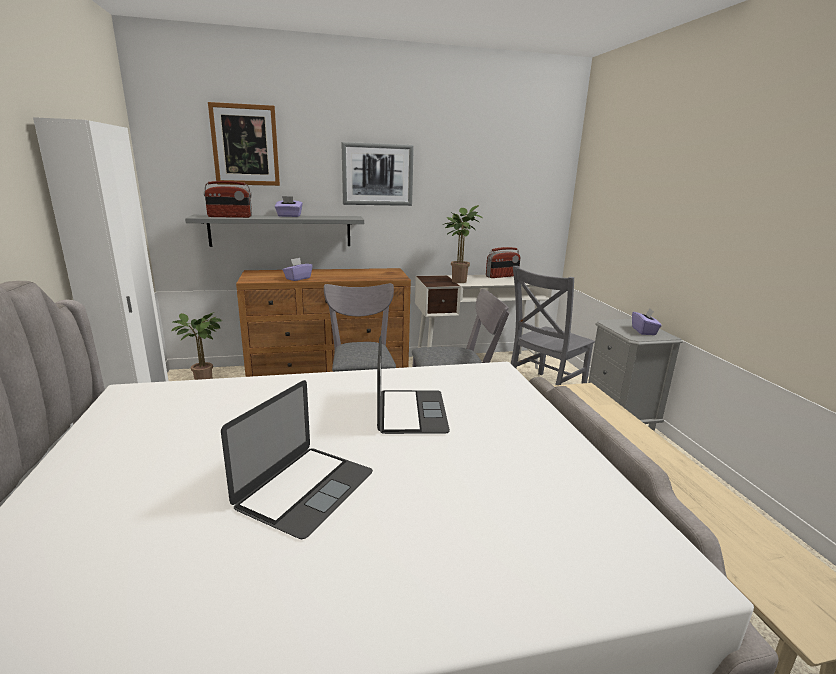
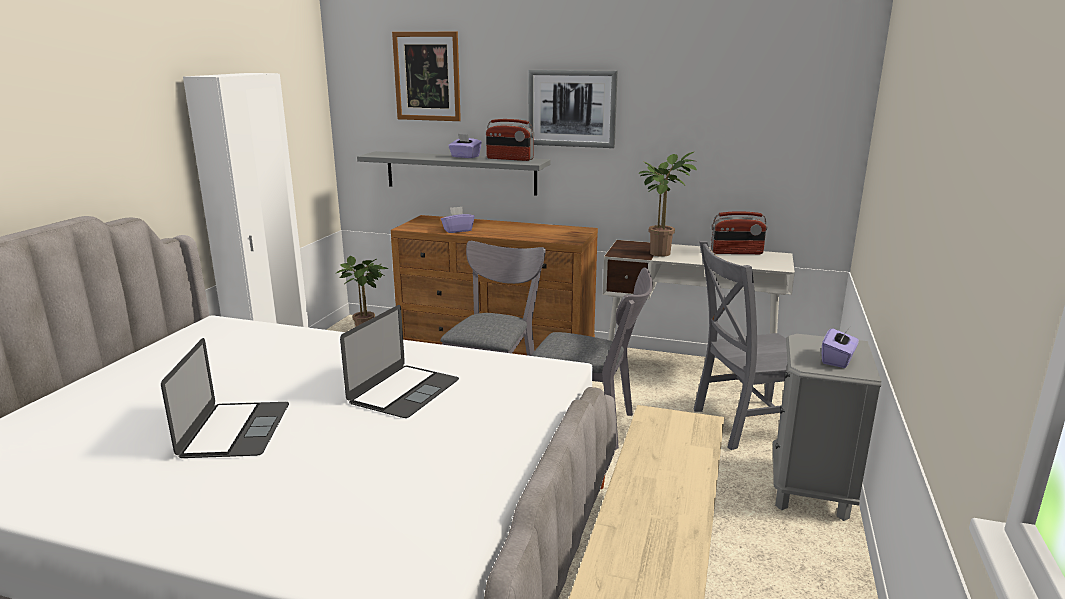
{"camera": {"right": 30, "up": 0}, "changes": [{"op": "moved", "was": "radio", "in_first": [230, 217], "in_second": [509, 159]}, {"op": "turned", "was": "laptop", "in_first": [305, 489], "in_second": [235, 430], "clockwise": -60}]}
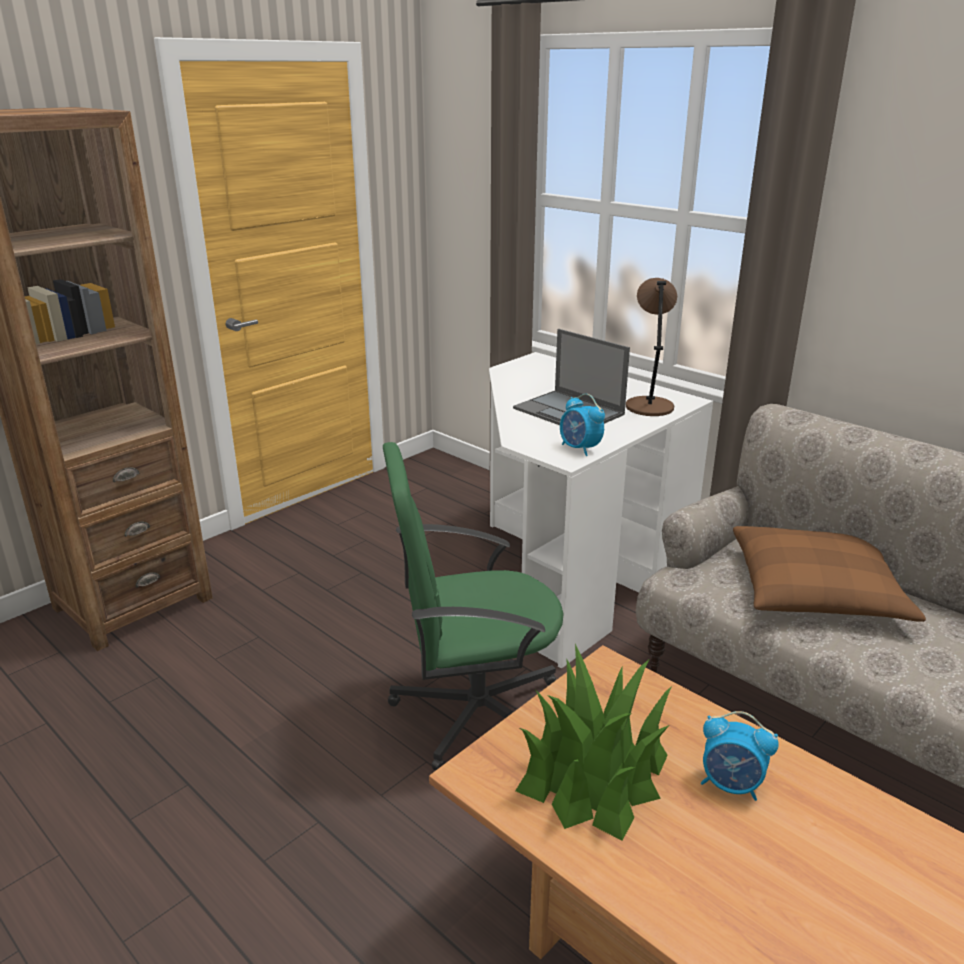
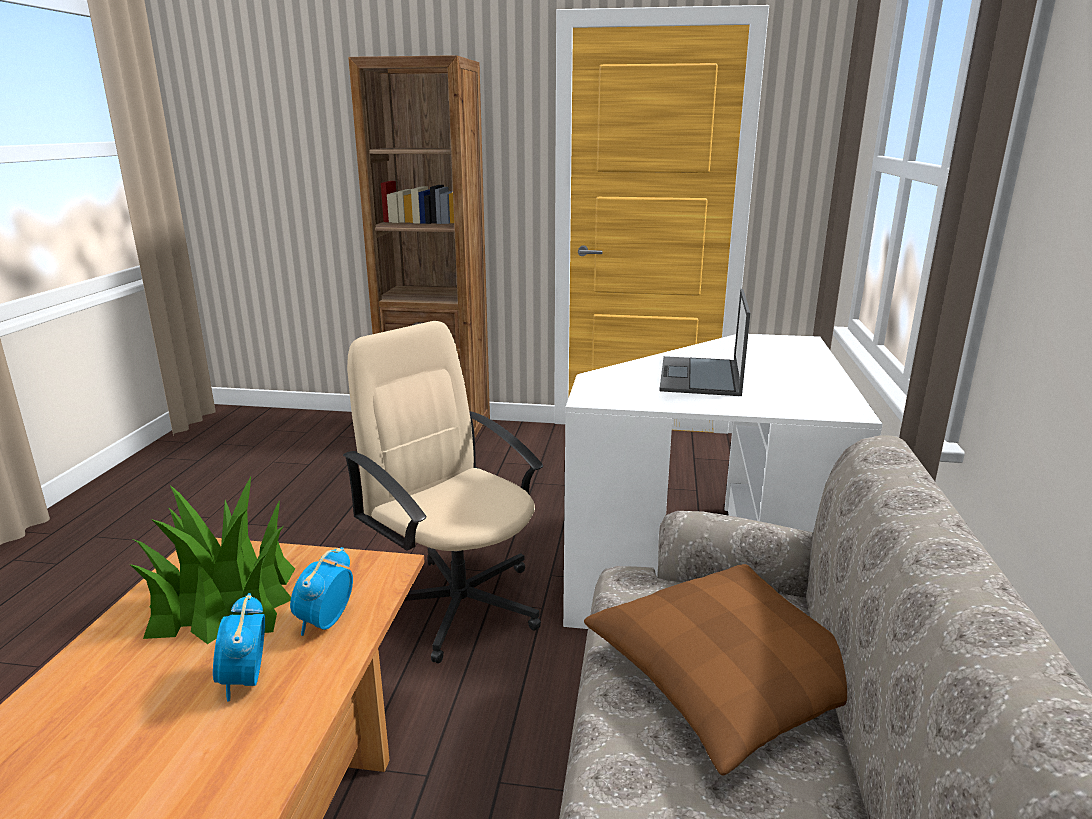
{"camera": {"right": 55, "up": -5}, "changes": [{"op": "recoloured", "was": "green office chair", "now": "beige office chair", "in_first": [474, 711], "in_second": [459, 603]}, {"op": "moved", "was": "alarm clock", "in_first": [580, 449], "in_second": [325, 622]}, {"op": "removed", "was": "brown table lamp", "in_first": [649, 406]}]}
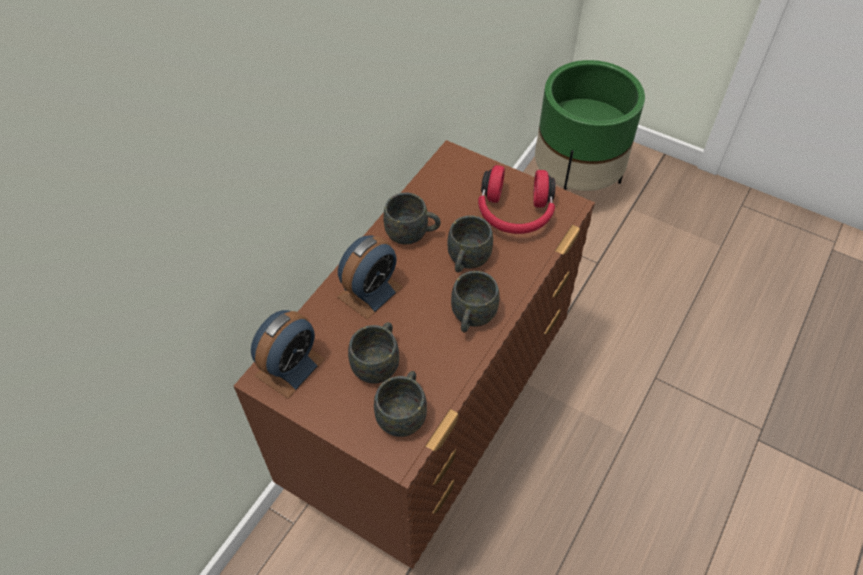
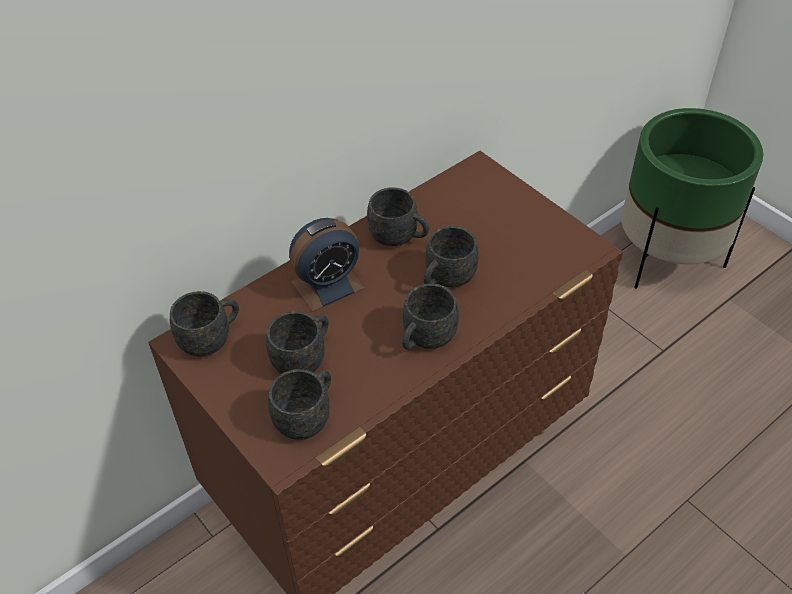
{"camera": {"right": 20, "up": -5}, "changes": [{"op": "replaced", "was": "alarm clock", "now": "grey mug", "in_first": [290, 367], "in_second": [211, 338]}, {"op": "removed", "was": "red headphones", "in_first": [515, 214]}]}
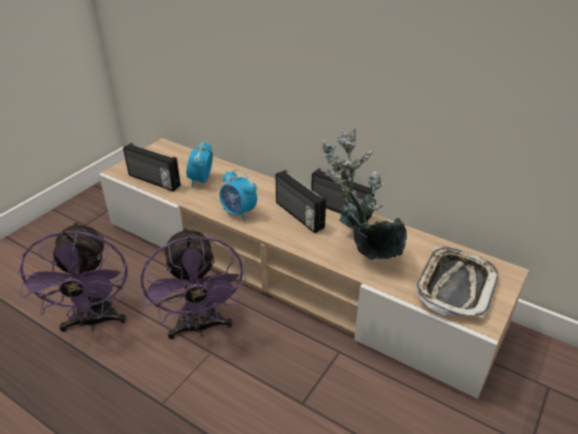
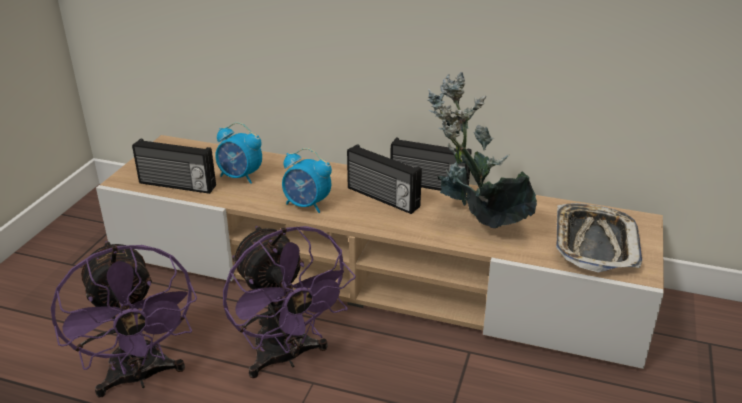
{"camera": {"right": -15, "up": -5}, "changes": [{"op": "turned", "was": "alarm clock", "in_first": [201, 181], "in_second": [240, 177], "clockwise": -60}]}
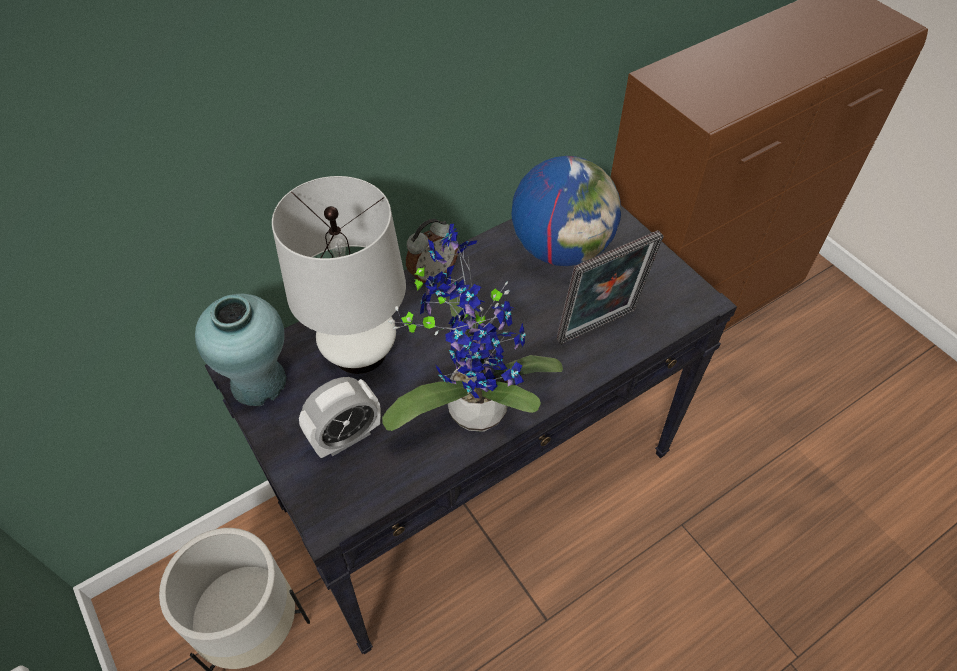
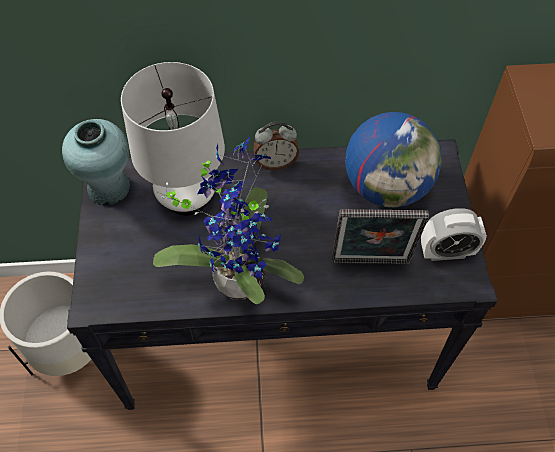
{"camera": {"right": 30, "up": 5}, "changes": [{"op": "moved", "was": "alarm clock", "in_first": [346, 437], "in_second": [446, 252]}]}
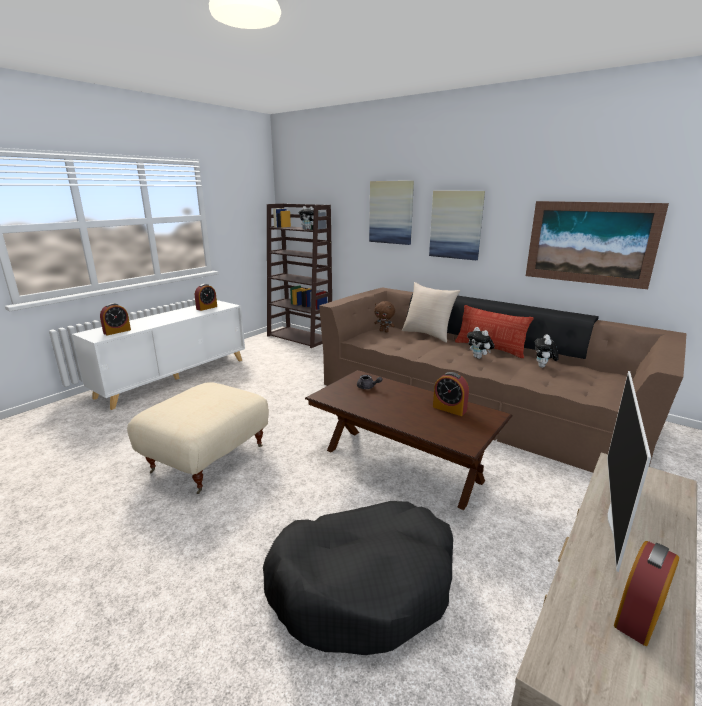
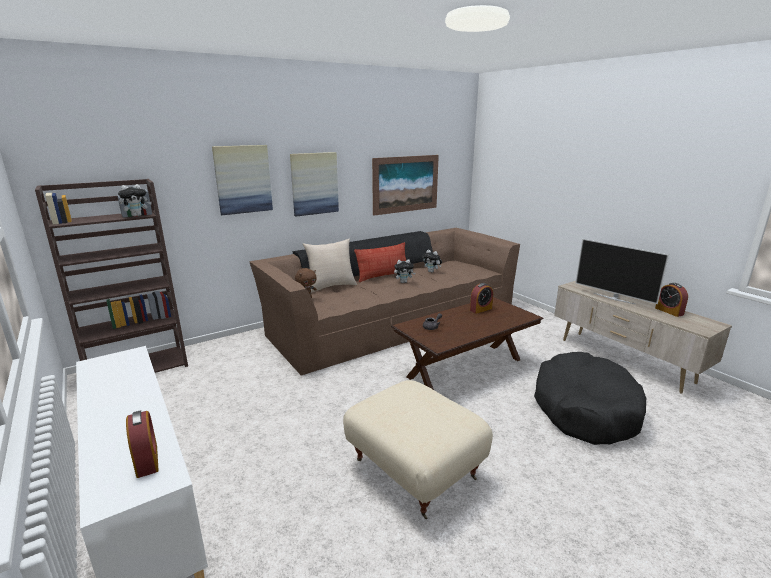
{"camera": {"right": -70, "up": 0}, "changes": [{"op": "removed", "was": "alarm clock", "in_first": [207, 308]}]}
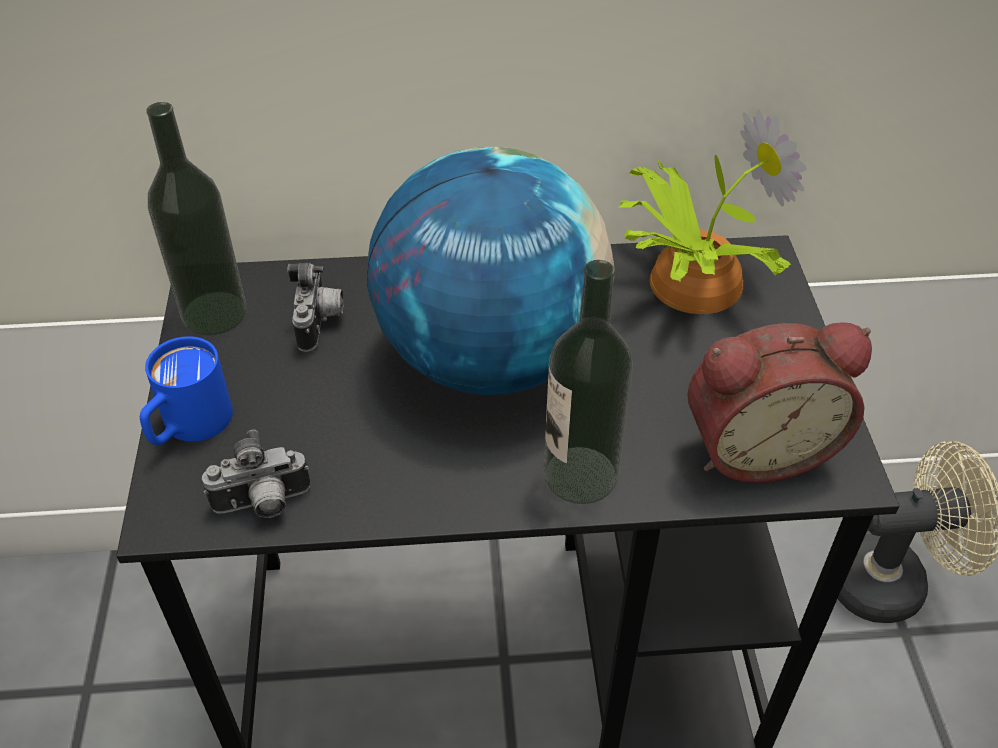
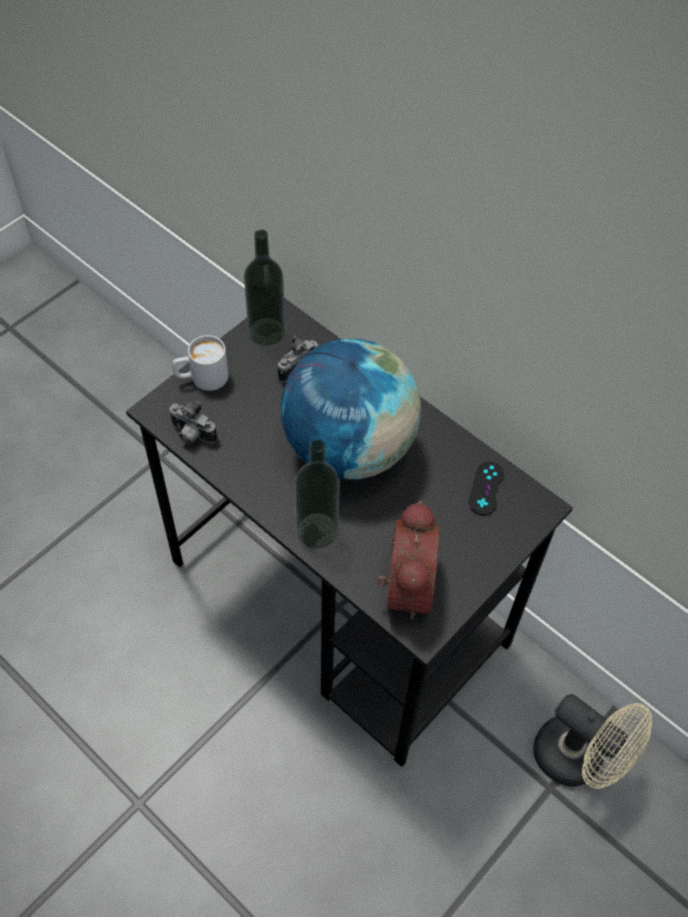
{"camera": {"right": 45, "up": 10}, "changes": [{"op": "recoloured", "was": "blue mug", "now": "white mug", "in_first": [188, 427], "in_second": [201, 378]}, {"op": "replaced", "was": "potted plant", "now": "black game controller", "in_first": [689, 281], "in_second": [486, 488]}, {"op": "turned", "was": "alarm clock", "in_first": [756, 447], "in_second": [403, 585], "clockwise": -120}]}
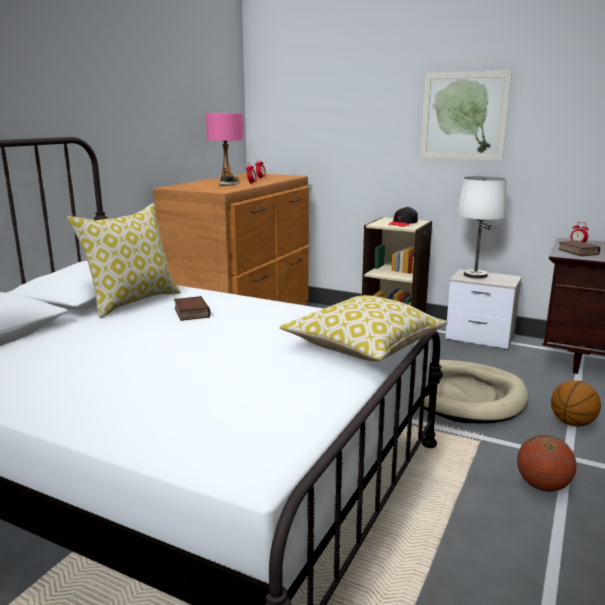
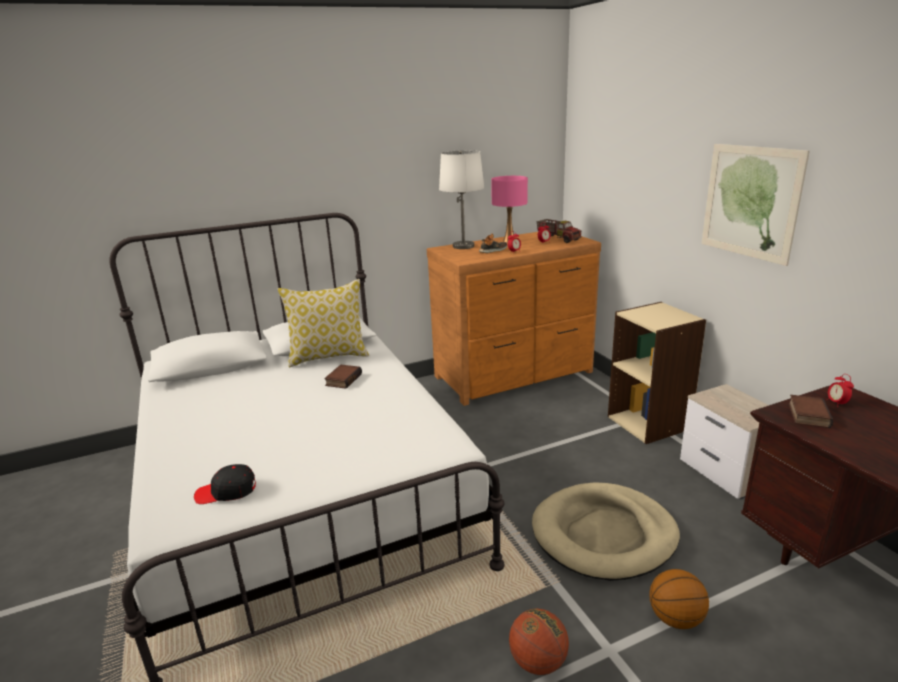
{"camera": {"right": 40, "up": 5}, "changes": [{"op": "removed", "was": "pillow", "in_first": [363, 346]}, {"op": "moved", "was": "black cap", "in_first": [403, 223], "in_second": [226, 492]}, {"op": "moved", "was": "white table lamp", "in_first": [475, 275], "in_second": [463, 246]}, {"op": "added", "now": "toy truck", "in_second": [558, 239]}]}
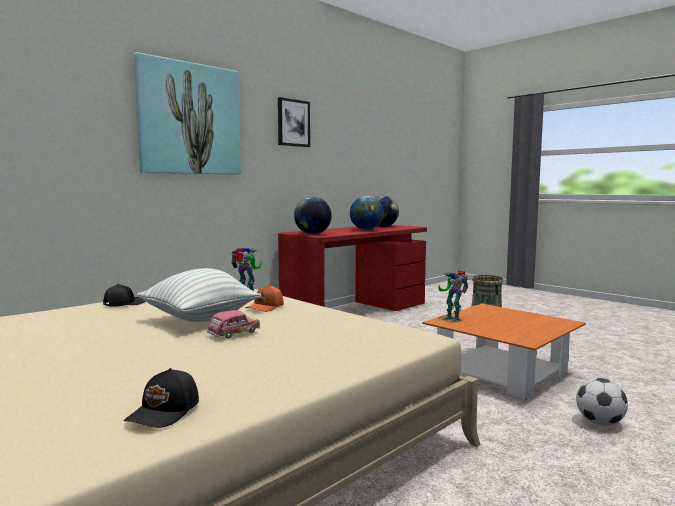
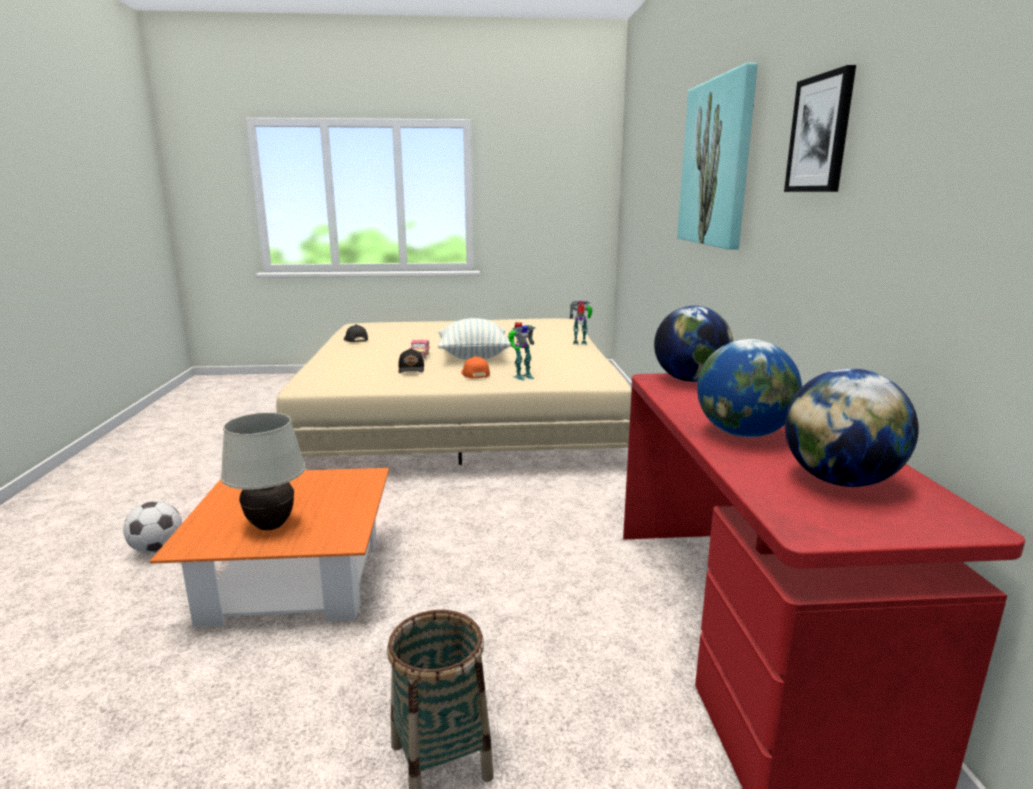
{"camera": {"right": 130, "up": 10}, "changes": [{"op": "moved", "was": "black cap", "in_first": [124, 303], "in_second": [412, 369]}, {"op": "moved", "was": "toy robot", "in_first": [452, 319], "in_second": [580, 343]}, {"op": "added", "now": "white table lamp", "in_second": [271, 526]}]}
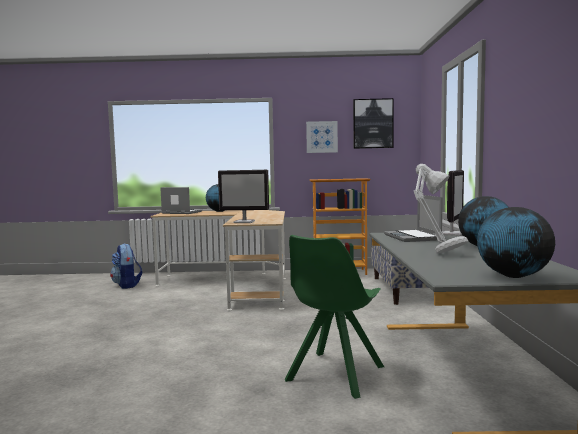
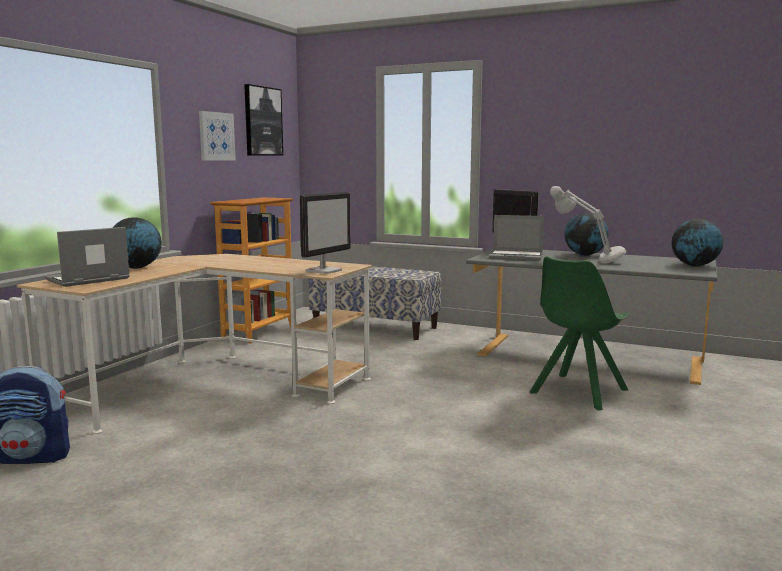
{"camera": {"right": -65, "up": 5}, "changes": [{"op": "turned", "was": "green chair", "in_first": [334, 375], "in_second": [577, 392], "clockwise": 75}]}
